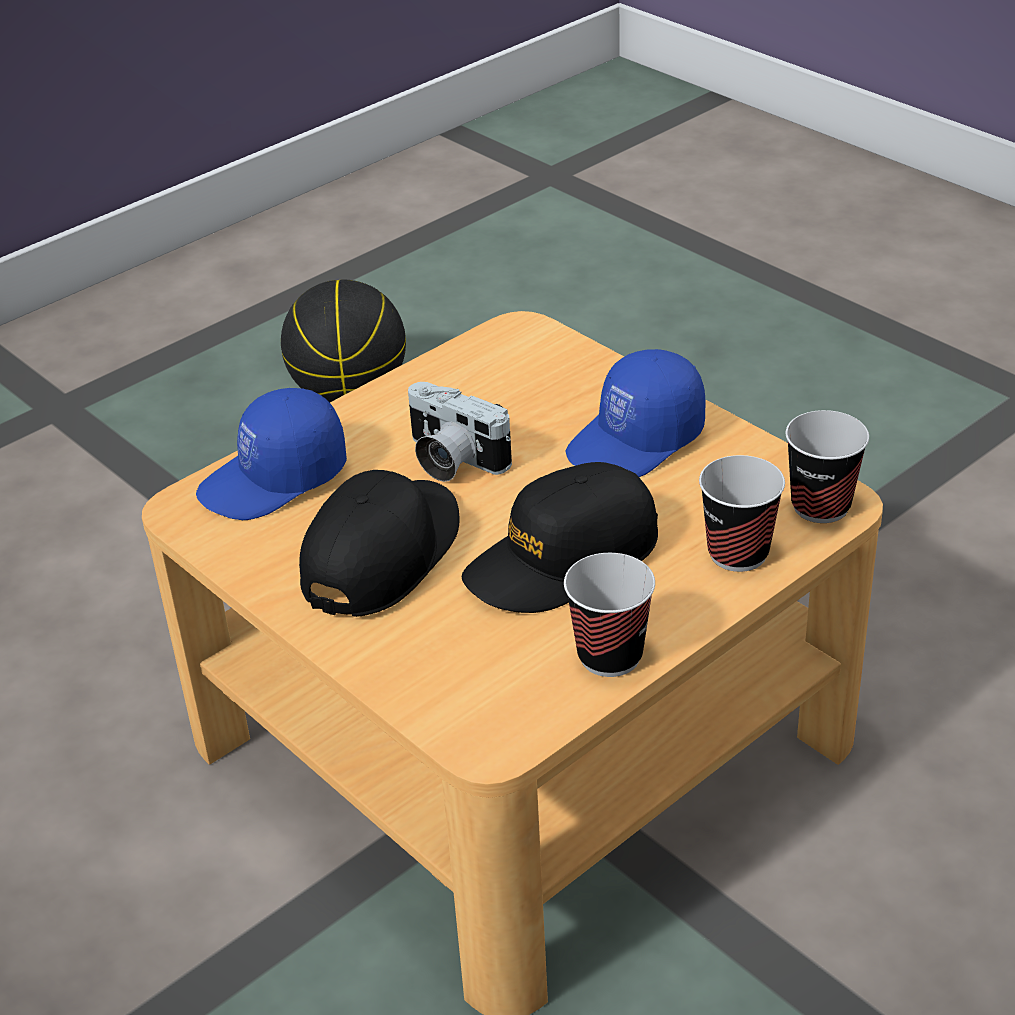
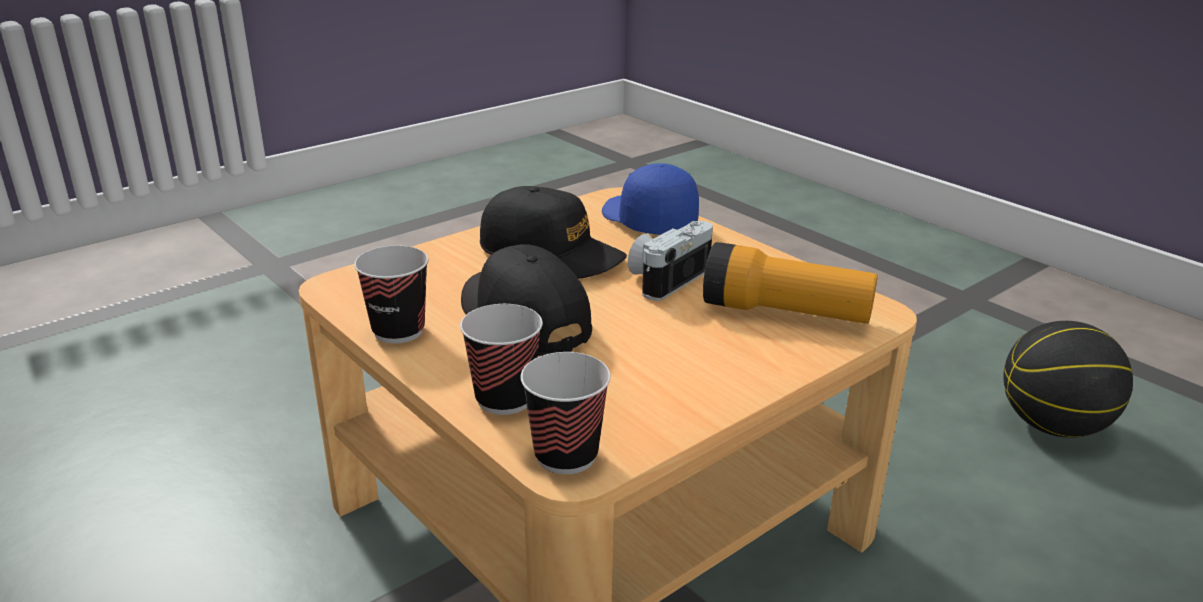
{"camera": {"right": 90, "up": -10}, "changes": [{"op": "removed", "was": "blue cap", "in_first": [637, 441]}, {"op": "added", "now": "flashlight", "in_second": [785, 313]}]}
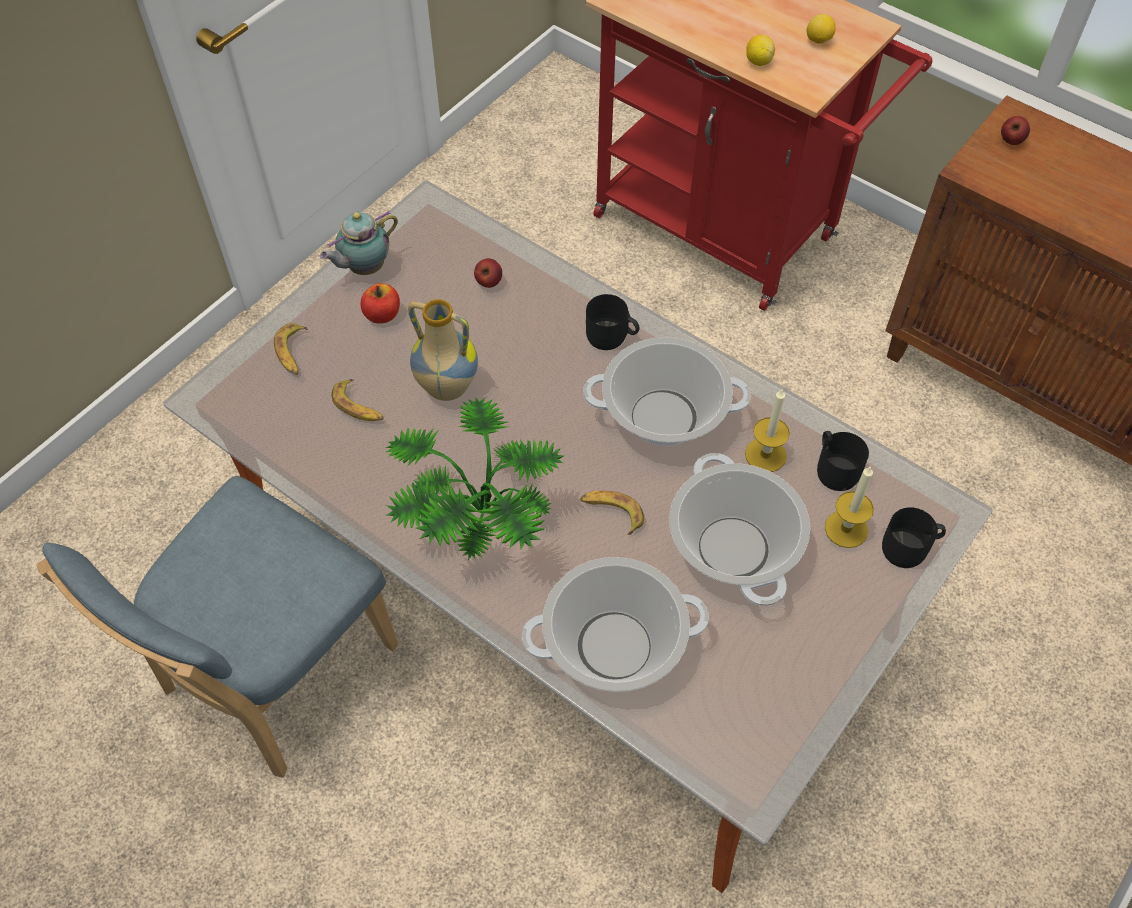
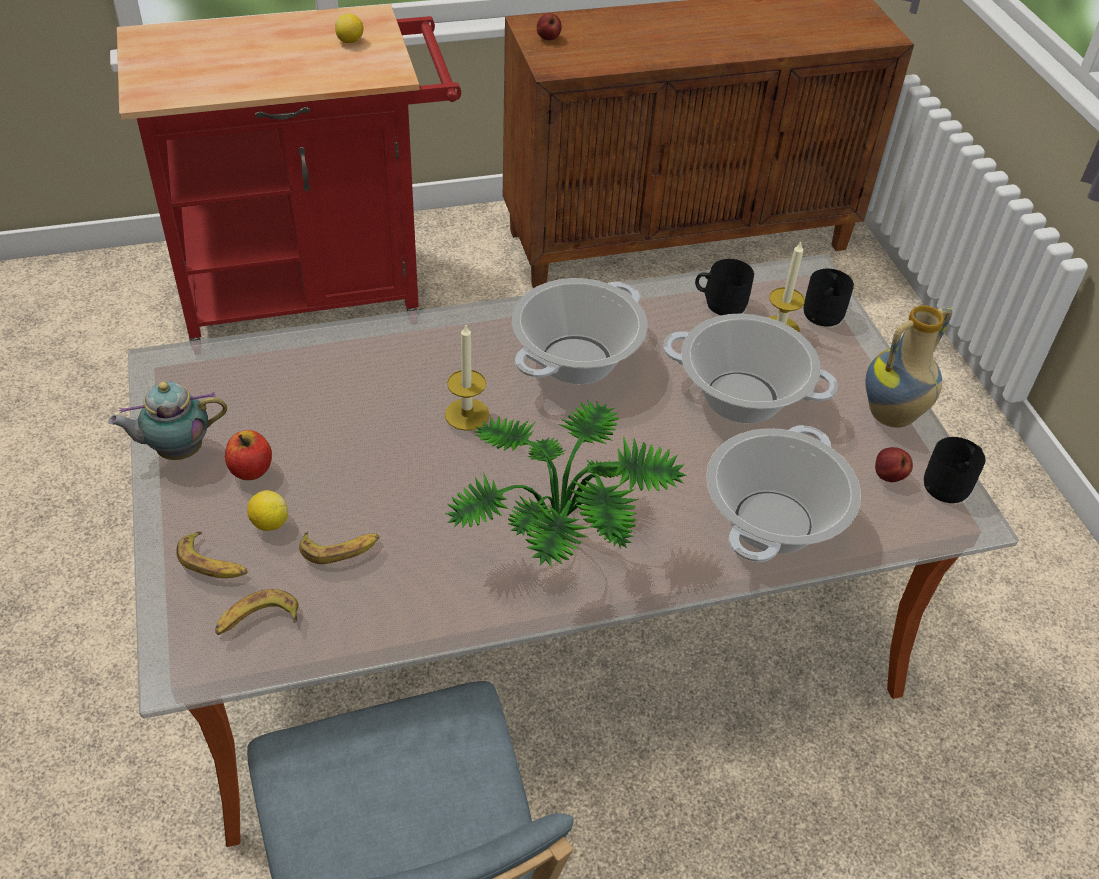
{"camera": {"right": -55, "up": -10}, "changes": [{"op": "turned", "was": "teapot", "in_first": [364, 268], "in_second": [177, 450], "clockwise": 75}, {"op": "moved", "was": "vase", "in_first": [446, 388], "in_second": [892, 416]}, {"op": "moved", "was": "apple", "in_first": [488, 282], "in_second": [888, 476]}, {"op": "moved", "was": "banana", "in_first": [612, 513], "in_second": [257, 620]}, {"op": "moved", "was": "black mug", "in_first": [611, 337], "in_second": [952, 483]}, {"op": "moved", "was": "candle", "in_first": [765, 455], "in_second": [467, 414]}, {"op": "moved", "was": "lemon", "in_first": [758, 61], "in_second": [270, 523]}]}
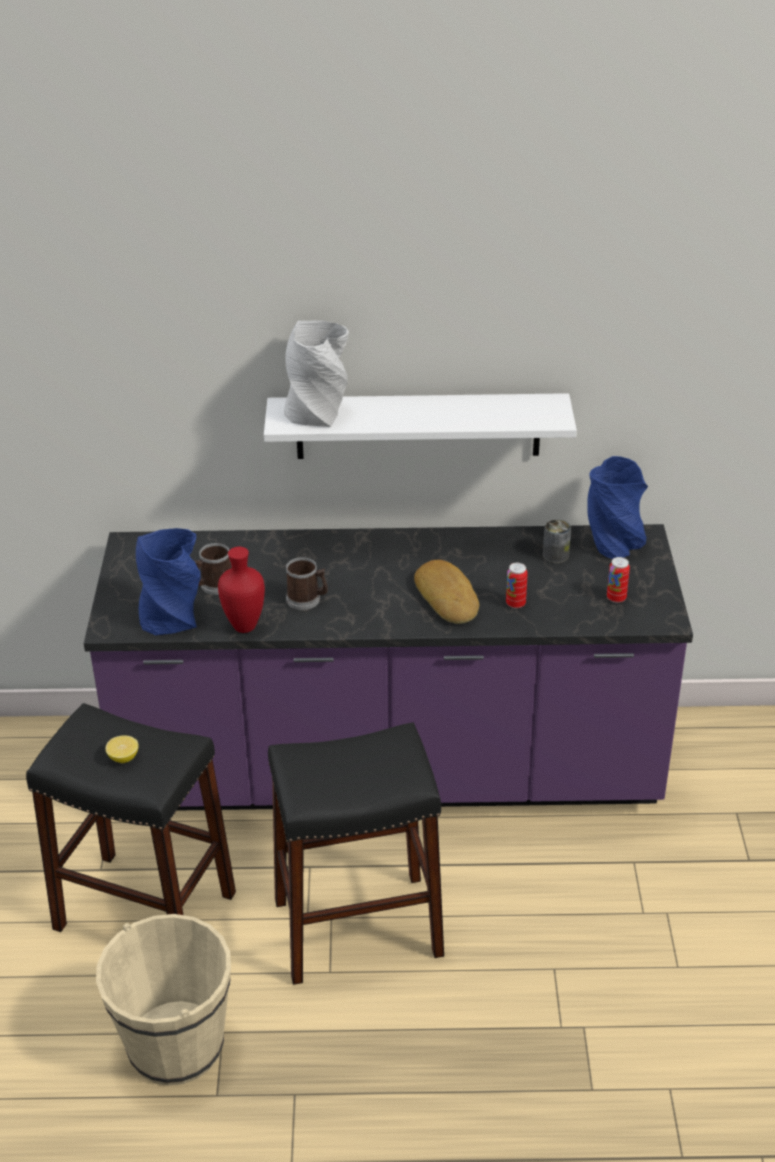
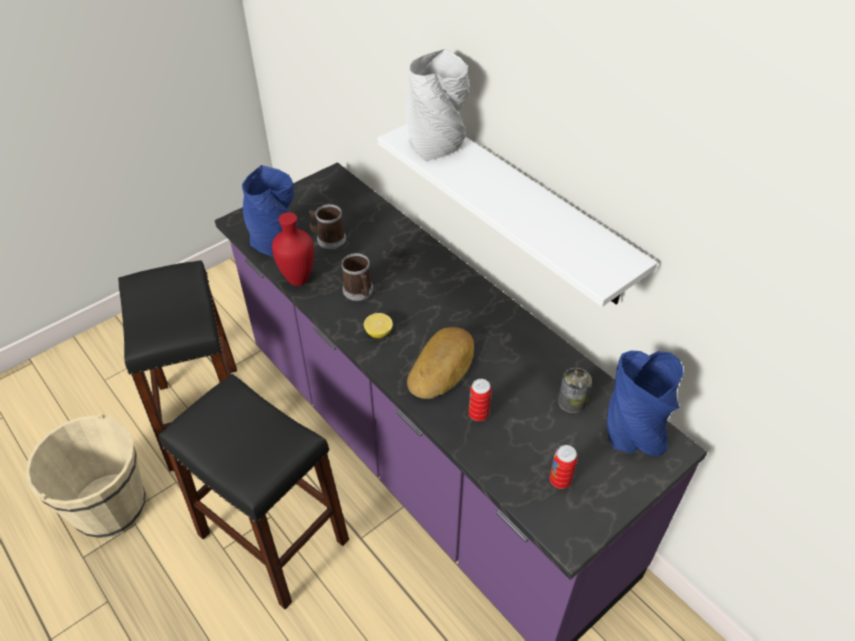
{"camera": {"right": 50, "up": 10}, "changes": [{"op": "moved", "was": "lemon", "in_first": [123, 757], "in_second": [378, 332]}]}
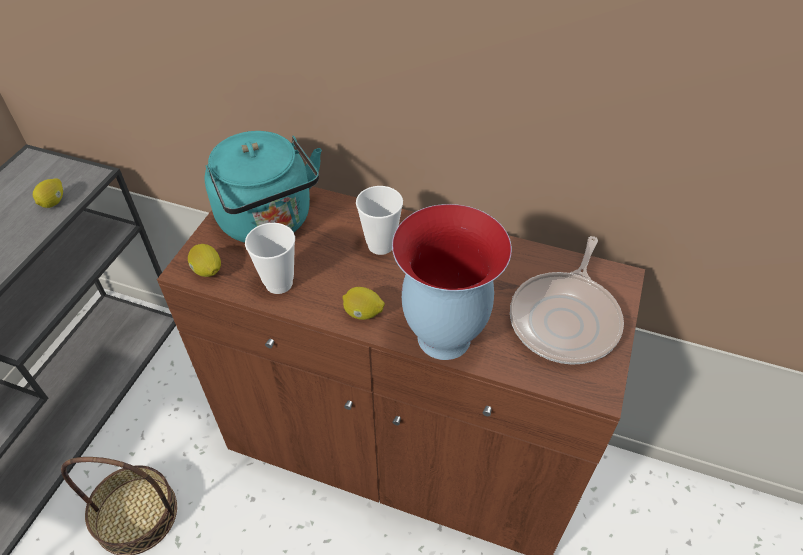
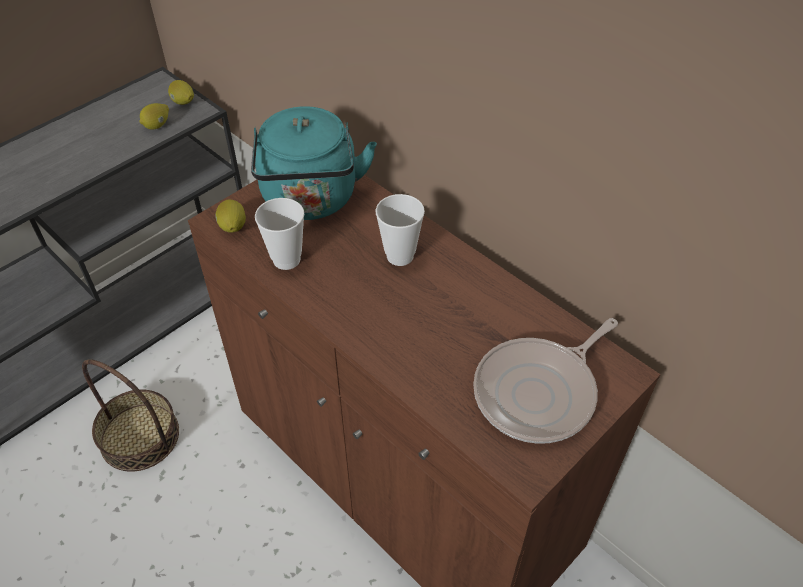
{"camera": {"right": 25, "up": 0}, "changes": [{"op": "moved", "was": "lemon", "in_first": [363, 313], "in_second": [183, 102]}, {"op": "removed", "was": "vase", "in_first": [443, 339]}]}
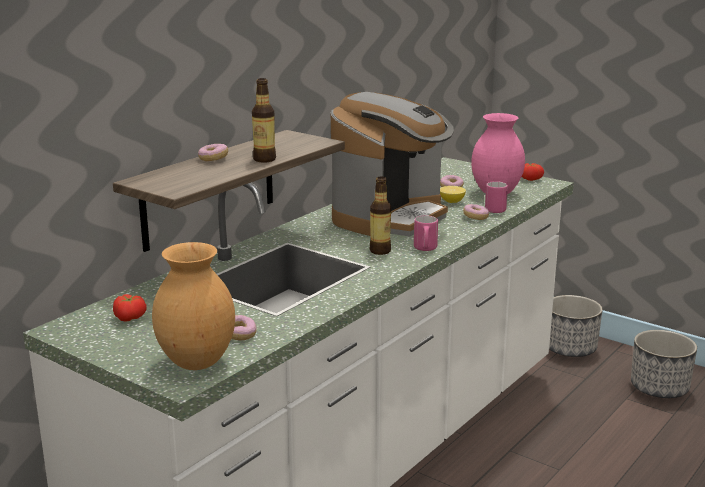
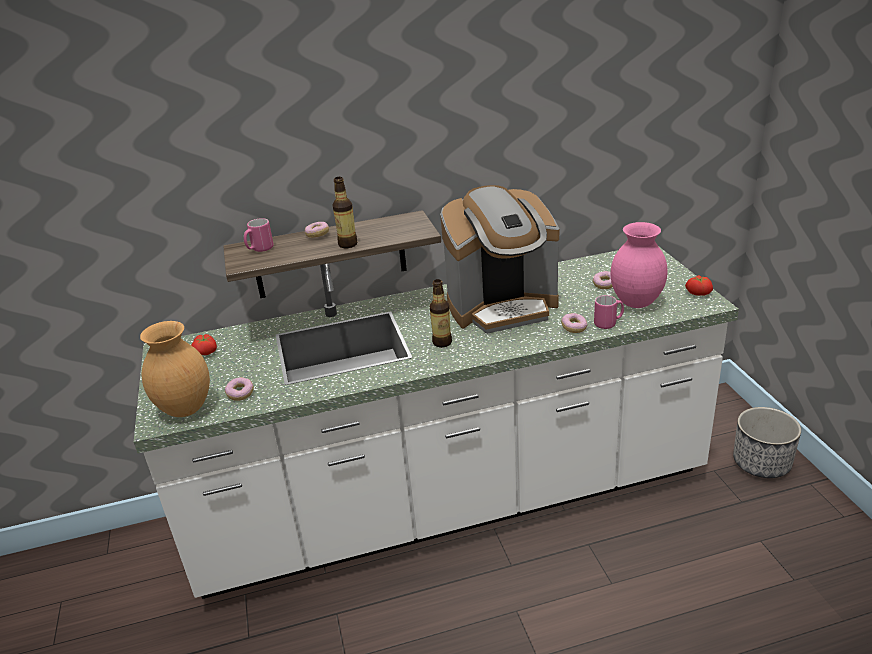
{"camera": {"right": 40, "up": 10}, "changes": [{"op": "moved", "was": "pink mug", "in_first": [425, 249], "in_second": [259, 249]}, {"op": "removed", "was": "lemon", "in_first": [451, 201]}, {"op": "removed", "was": "planter", "in_first": [659, 388]}]}
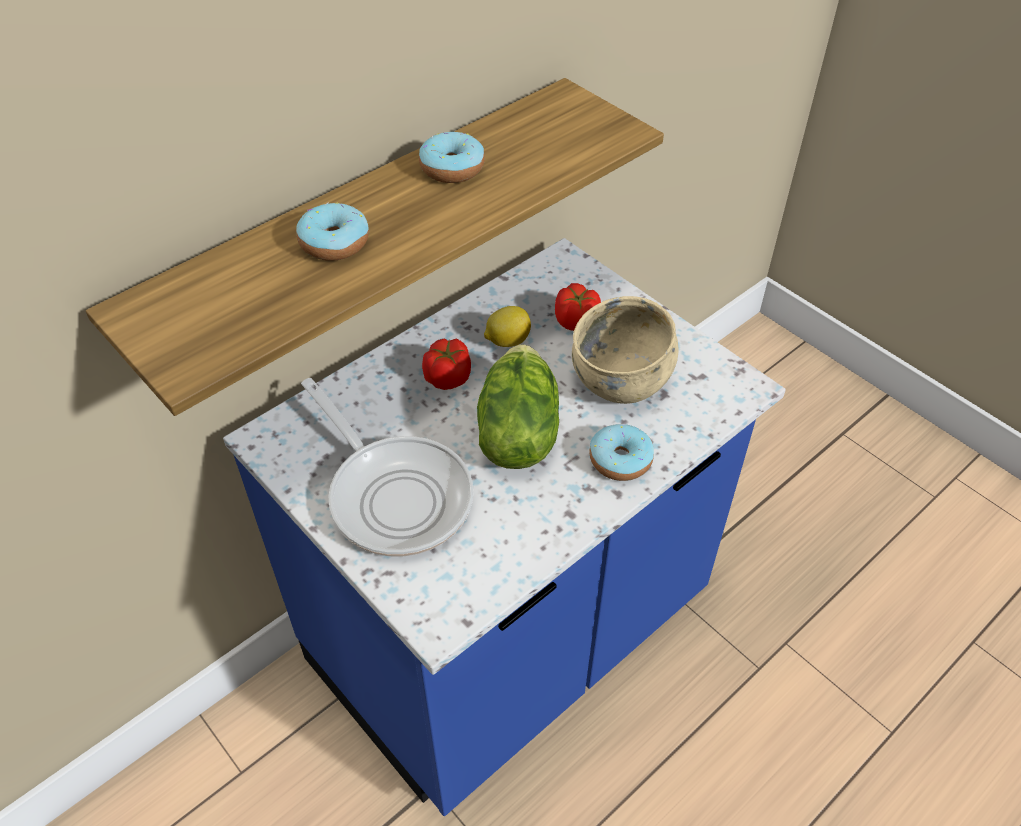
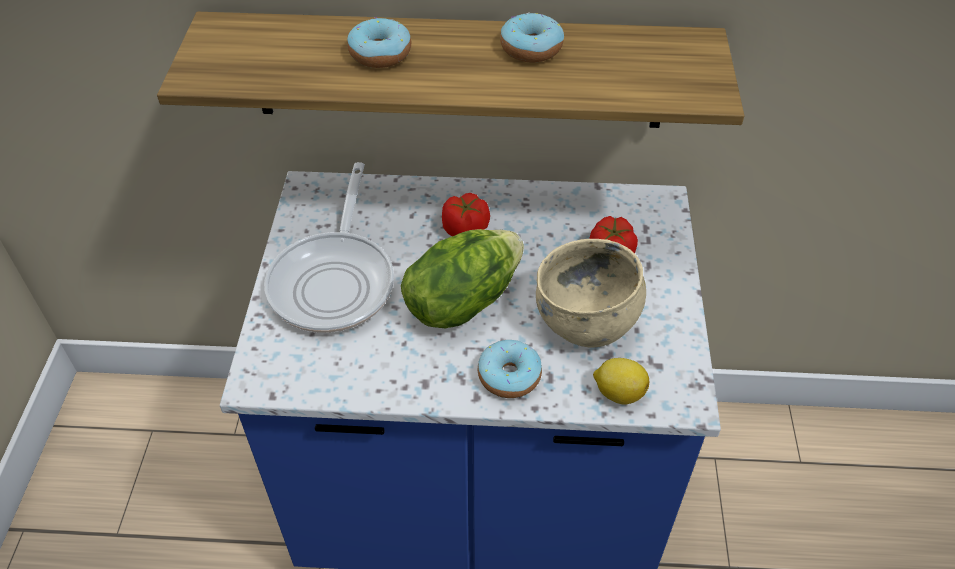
{"camera": {"right": 45, "up": 0}, "changes": [{"op": "moved", "was": "lemon", "in_first": [507, 340], "in_second": [618, 392]}]}
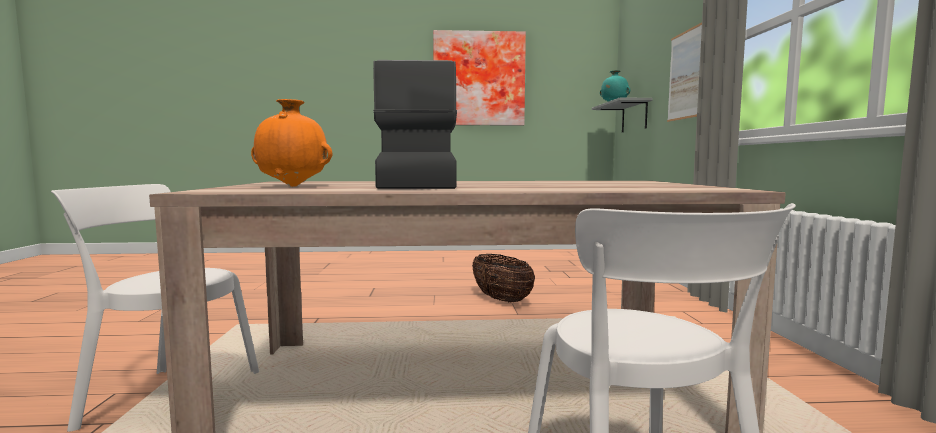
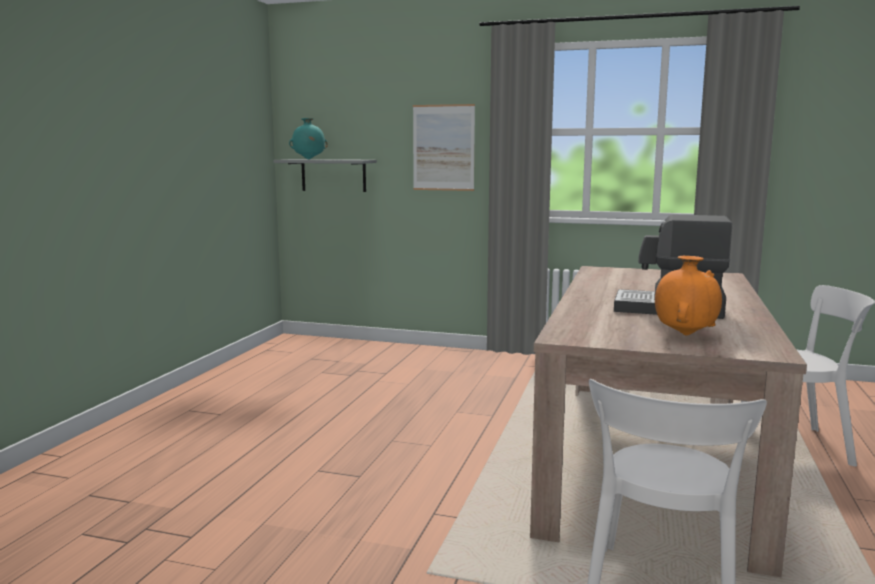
{"camera": {"right": -70, "up": 5}, "changes": [{"op": "removed", "was": "picture", "in_first": [479, 79]}, {"op": "removed", "was": "basket", "in_first": [501, 299]}]}
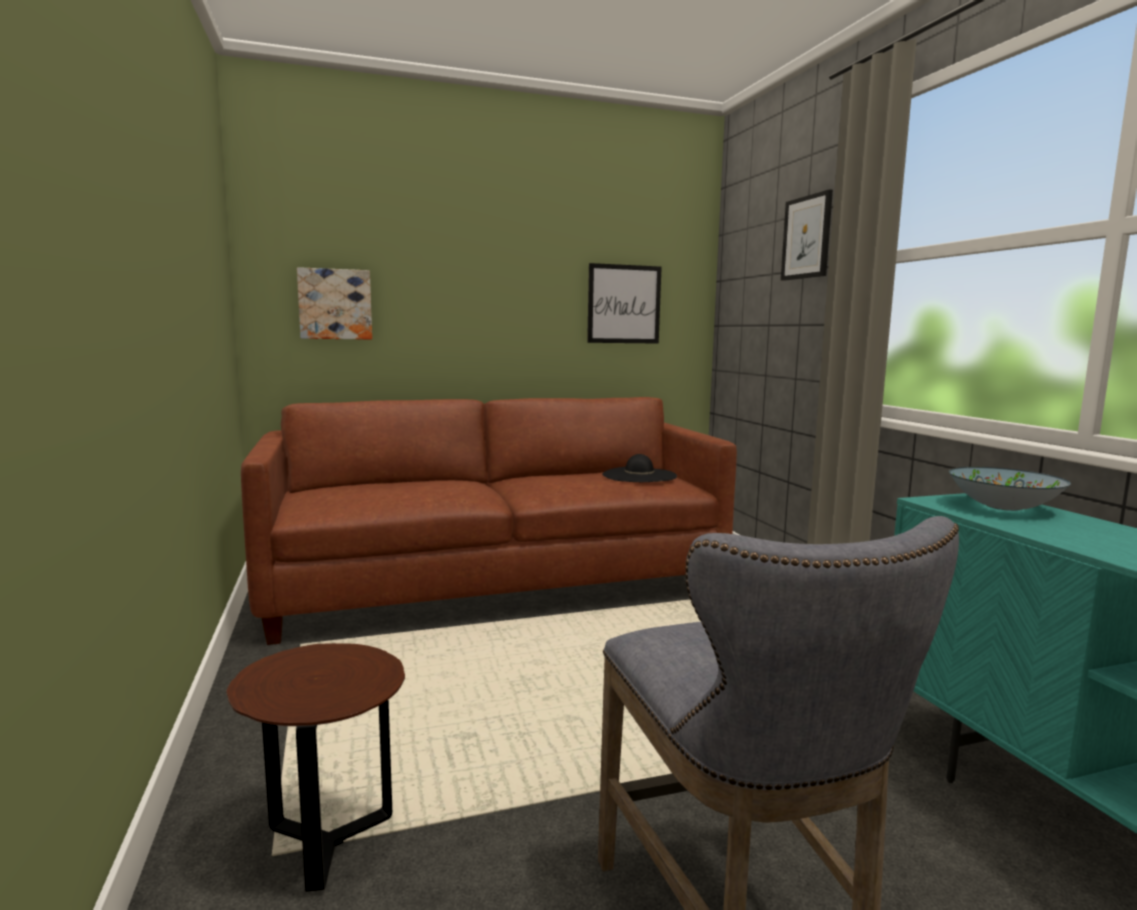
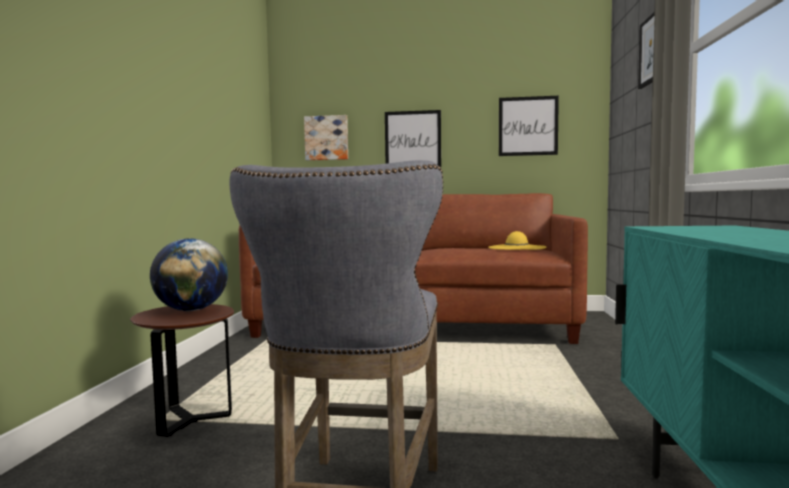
{"camera": {"right": 25, "up": -5}, "changes": [{"op": "recoloured", "was": "black hat", "now": "yellow hat", "in_first": [639, 475], "in_second": [517, 247]}, {"op": "removed", "was": "bowl", "in_first": [1002, 507]}, {"op": "added", "now": "globe", "in_second": [191, 310]}, {"op": "added", "now": "picture", "in_second": [413, 139]}]}
